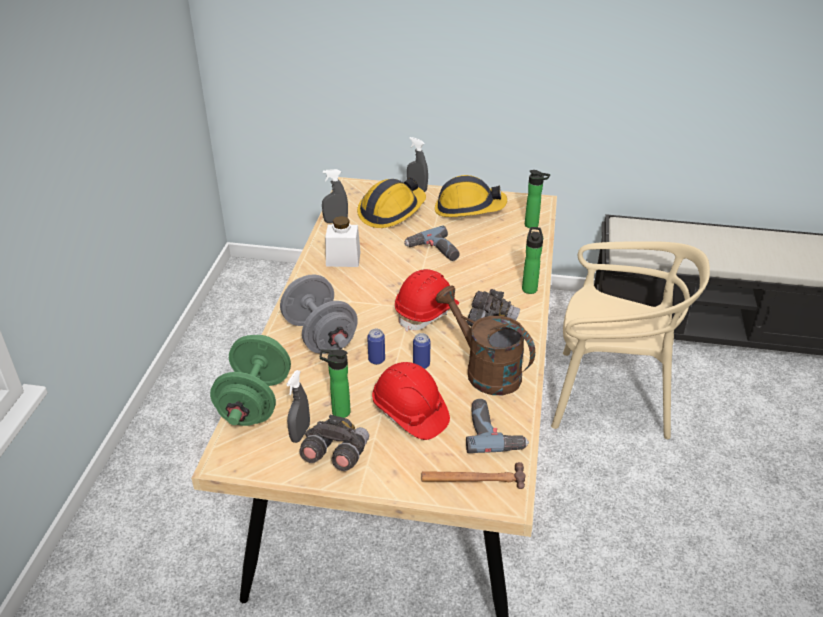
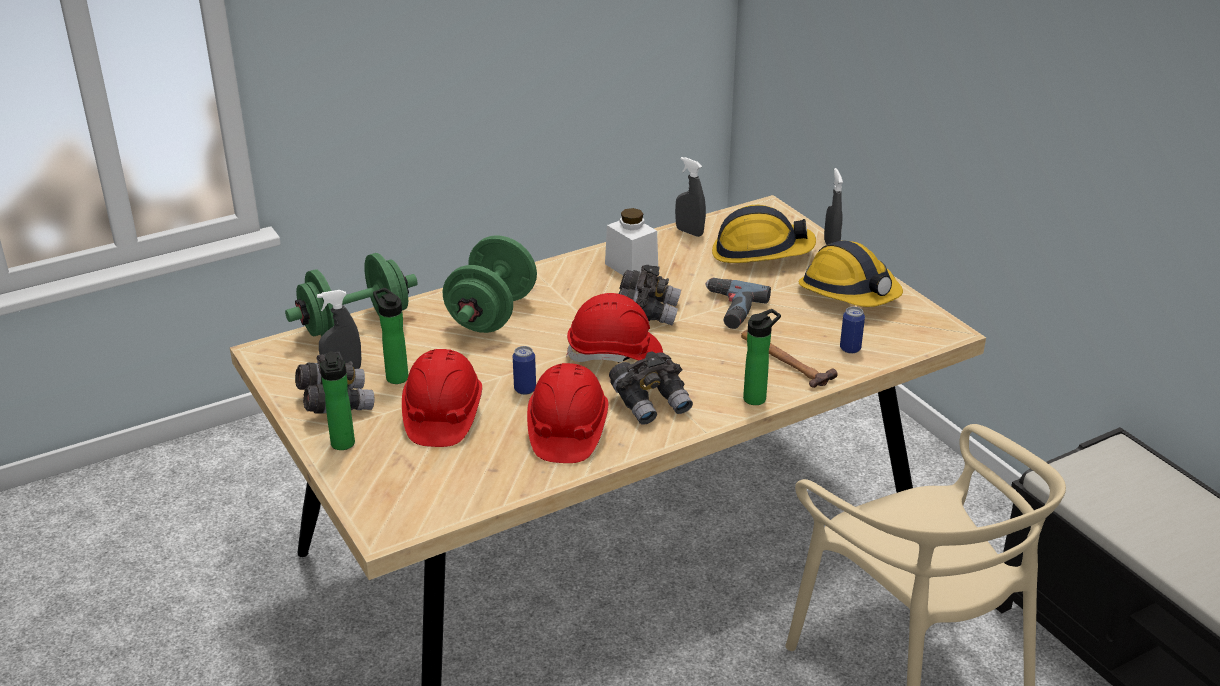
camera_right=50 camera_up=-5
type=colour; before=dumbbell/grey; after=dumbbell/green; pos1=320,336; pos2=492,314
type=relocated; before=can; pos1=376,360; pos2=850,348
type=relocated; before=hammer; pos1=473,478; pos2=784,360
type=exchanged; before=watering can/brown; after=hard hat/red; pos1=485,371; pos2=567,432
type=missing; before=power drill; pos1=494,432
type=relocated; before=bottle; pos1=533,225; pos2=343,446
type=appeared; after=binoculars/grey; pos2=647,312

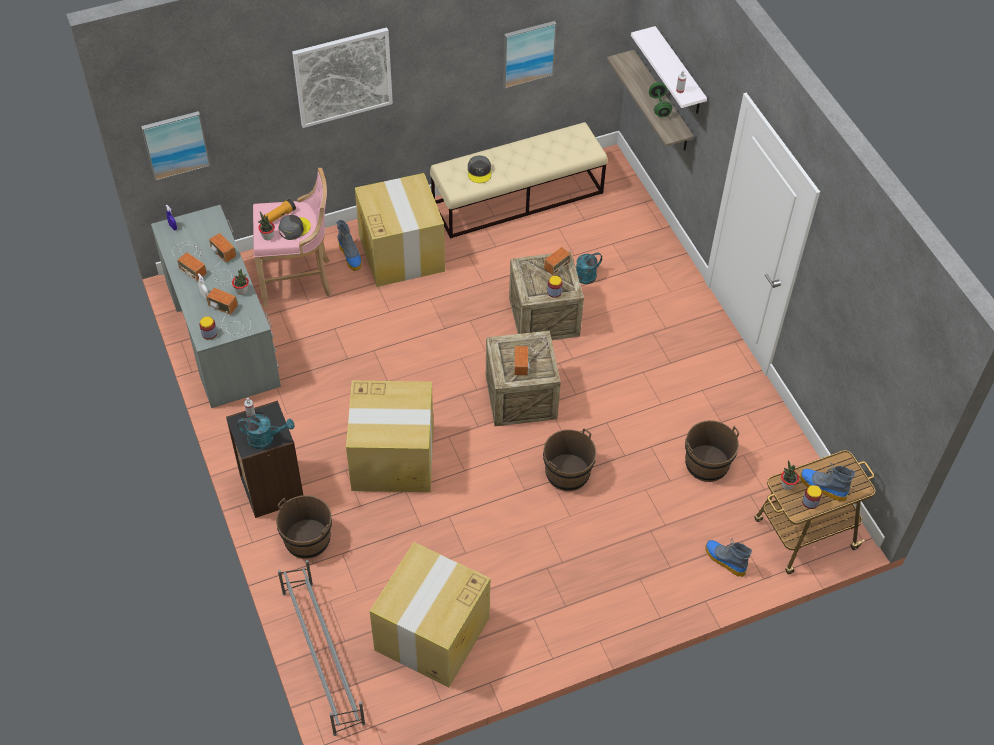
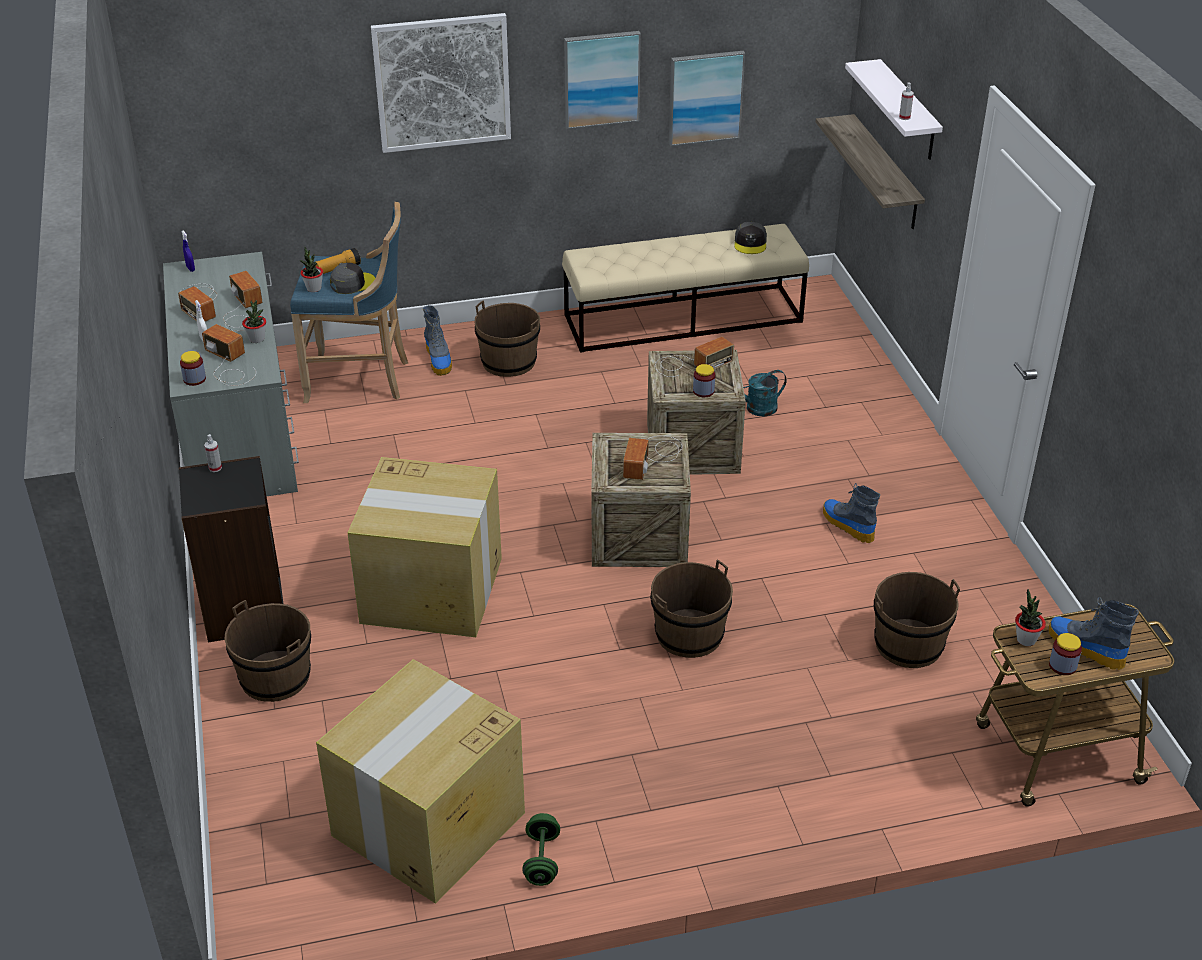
camera_right=10 camera_up=-15
type=relocated; before=picture; pos1=175,145; pos2=601,79
type=missing; before=watering can/turquoise; pos1=266,439
type=colour; before=stool/pink; after=stool/blue; pos1=299,280; pos2=361,379
type=missing; before=shoe rack/grey; pos1=323,656
type=exchanged; before=cardboard box; after=bucket/brown; pos1=401,252; pos2=509,362
type=relocated; before=cap/grey; pos1=479,171; pos2=750,243
type=relocated; before=dumbbell/green; pos1=659,106; pos2=542,860
type=relocated; before=boot; pos1=724,560; pos2=847,525

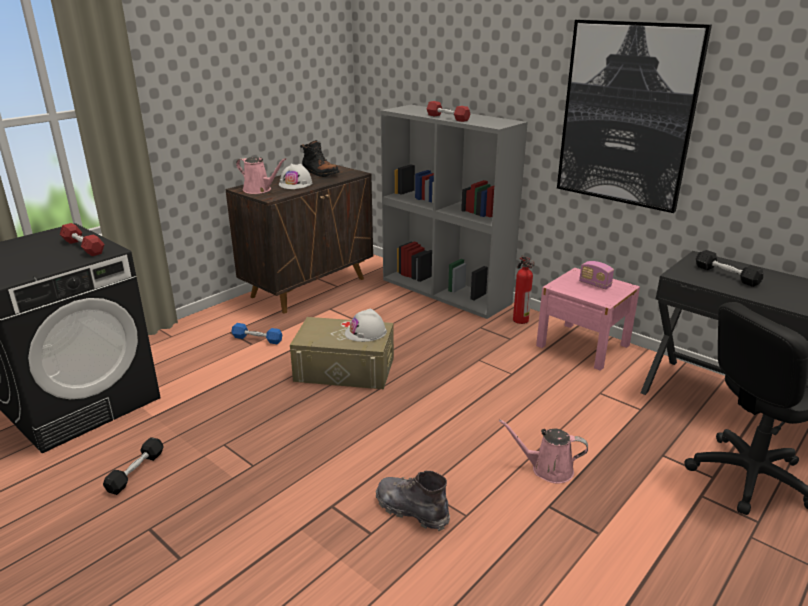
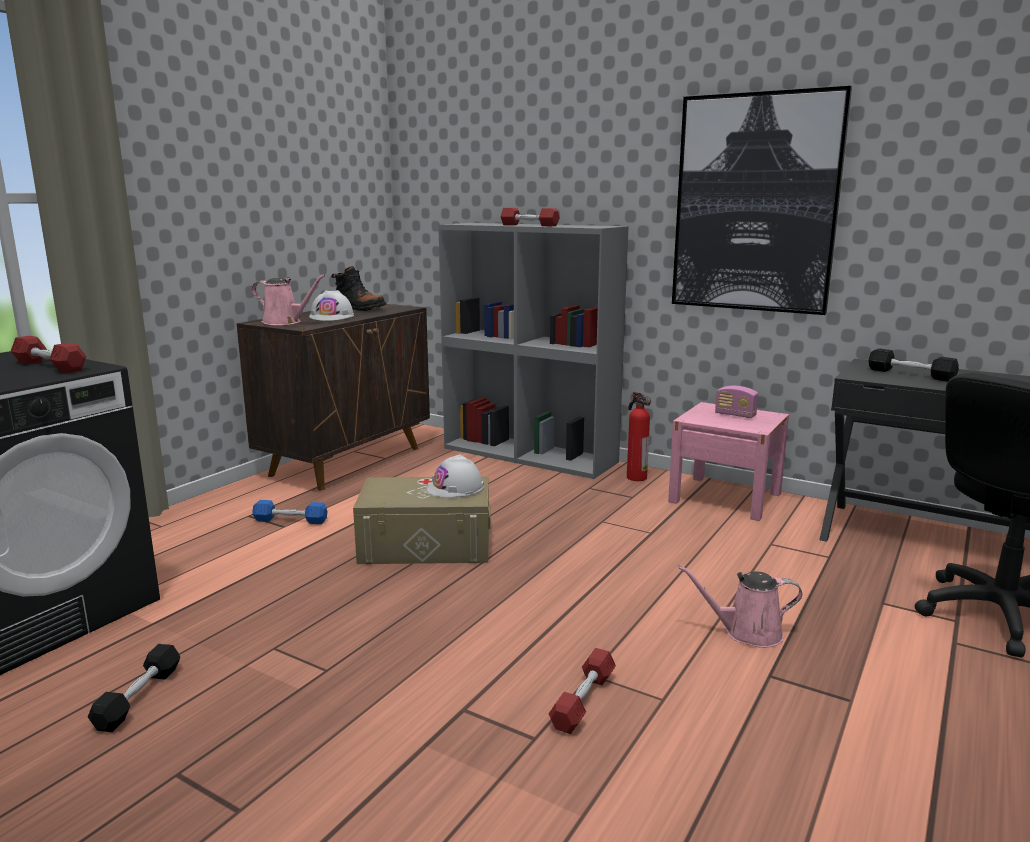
camera_right=-10 camera_up=-10
type=exchanged; before=boot/grey; after=dumbbell/red; pos1=411,510; pos2=583,701

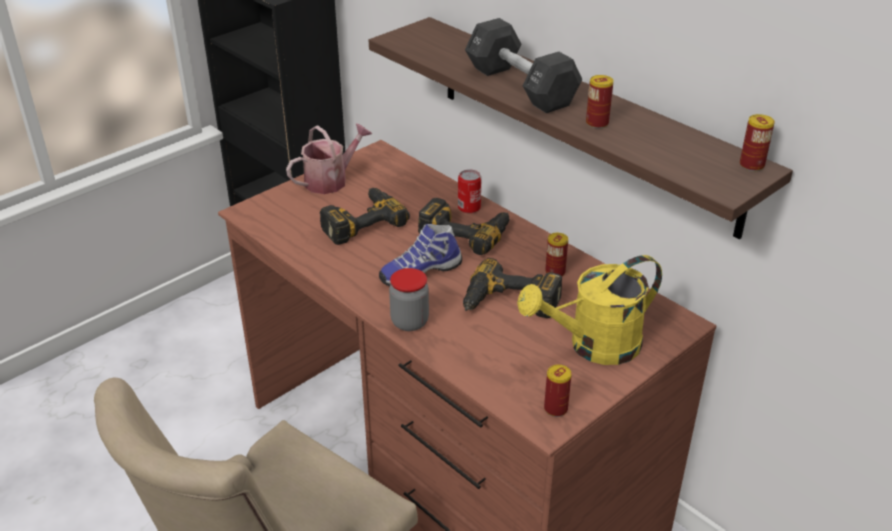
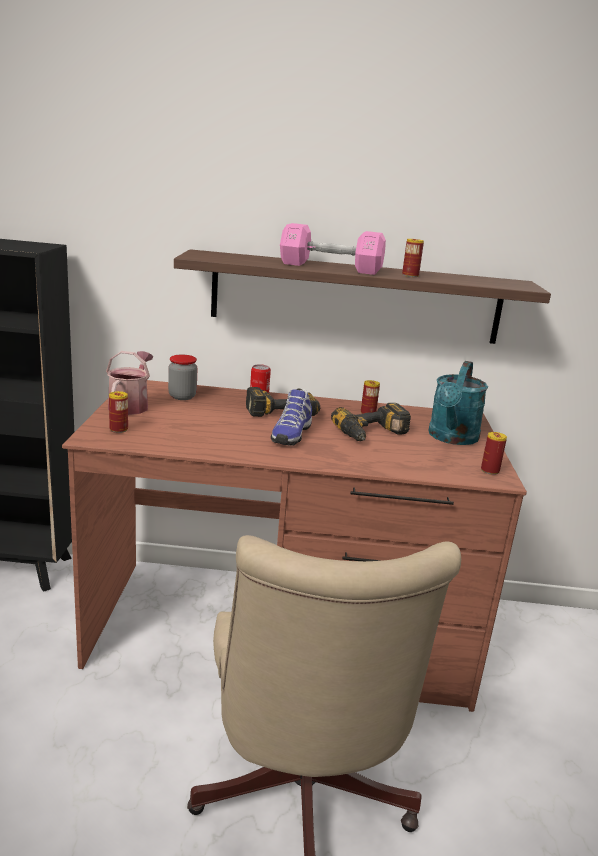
camera_right=-45 camera_up=-15
type=missing; before=power drill; pos1=360,221
type=relocated; before=jar; pos1=409,322; pos2=182,396
type=colour; before=dumbbell/black; after=dumbbell/pink; pos1=520,86; pos2=330,267
type=colour; before=watering can/yellow; after=watering can/turquoise; pos1=593,346; pos2=451,438
type=relocated; before=can; pos1=751,165; pos2=118,429

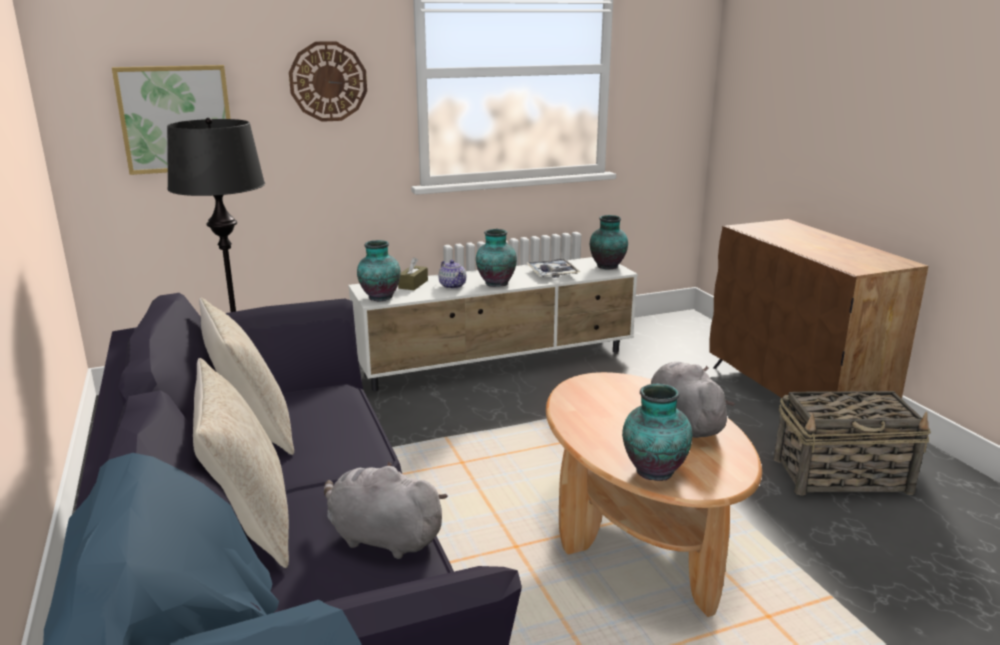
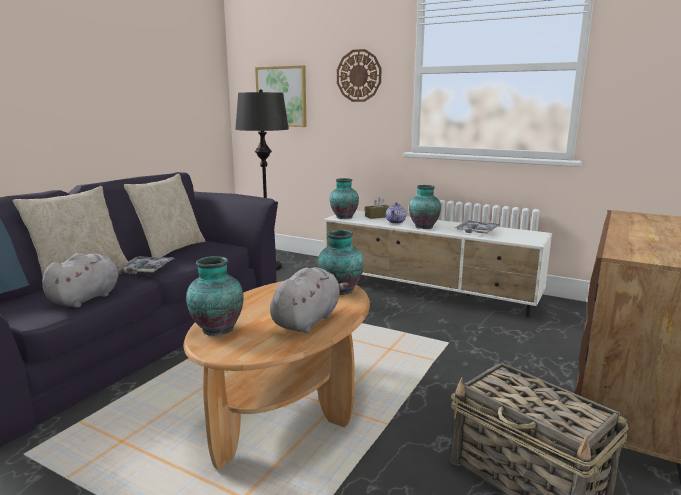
camera_right=50 camera_up=-5
type=spun; before=plush toy/grey; pos1=381,538; pos2=87,298; turn=45
type=relocated; before=vase; pos1=608,266; pos2=340,291
type=appeared; after=tray; pos2=146,270

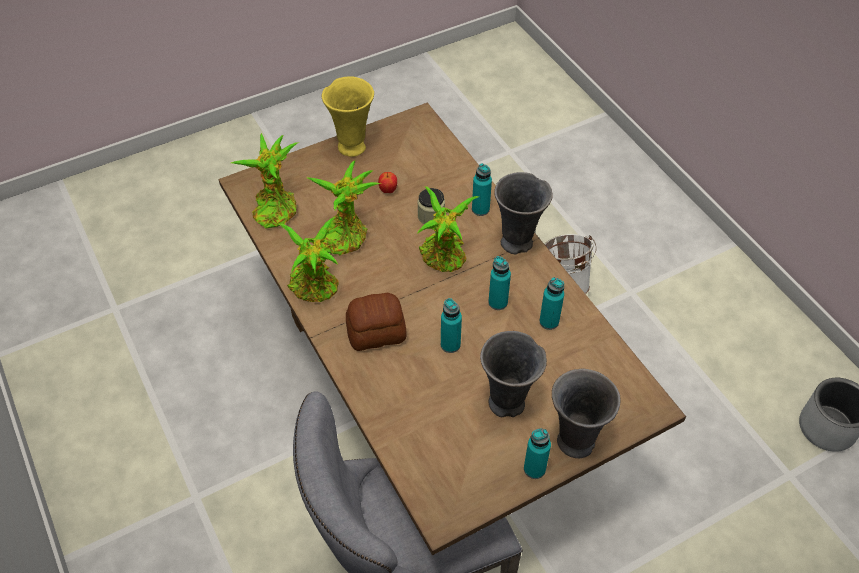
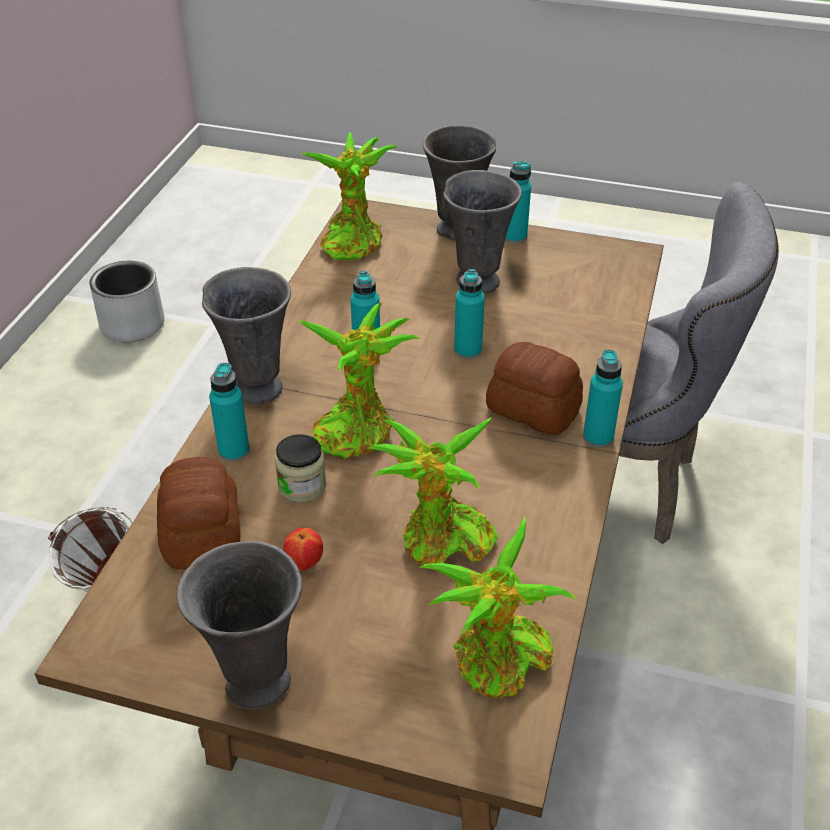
camera_right=-135 camera_up=-10
type=relocated; before=potted plant; pos1=316,287; pos2=352,240
type=colour; before=vase/yellow; after=vase/grey; pos1=352,146; pos2=255,684
type=relocated; before=bottle/turquoise; pos1=549,321; pos2=598,437
type=appeared; after=bread; pos2=203,533

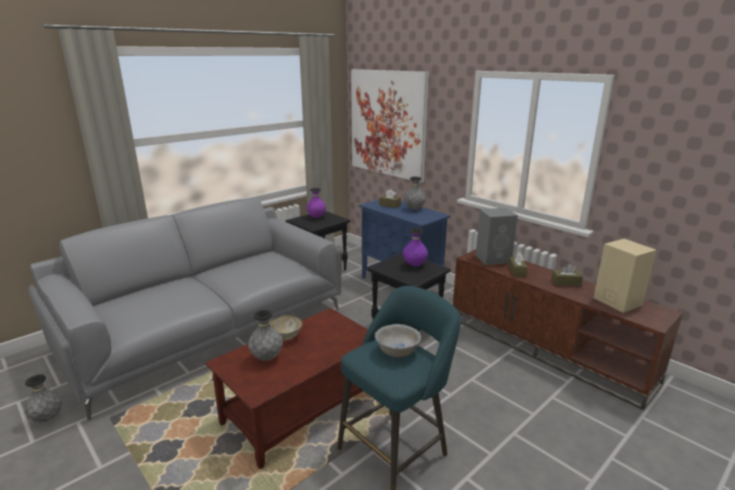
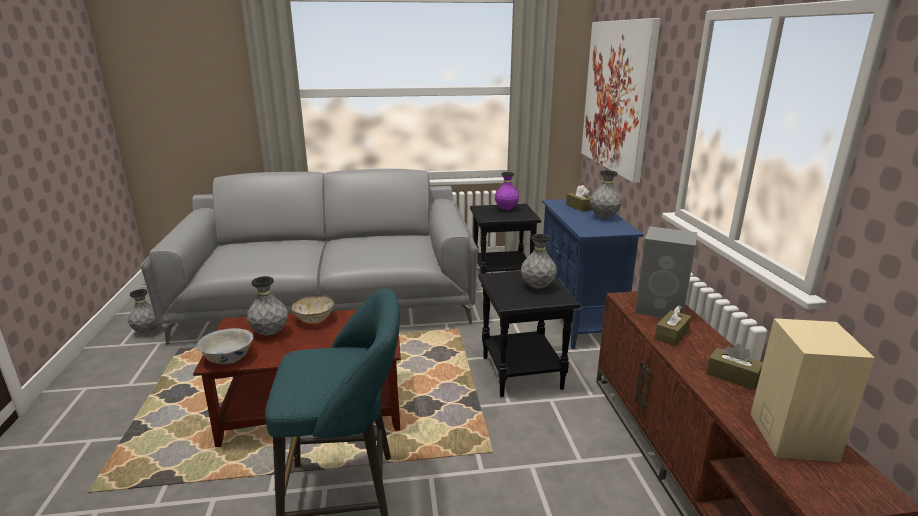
camera_right=35 camera_up=0
type=relocated; before=bowl/white; pos1=397,351; pos2=228,358
type=colour; before=vase/purple; after=vase/grey; pos1=414,265; pos2=537,287

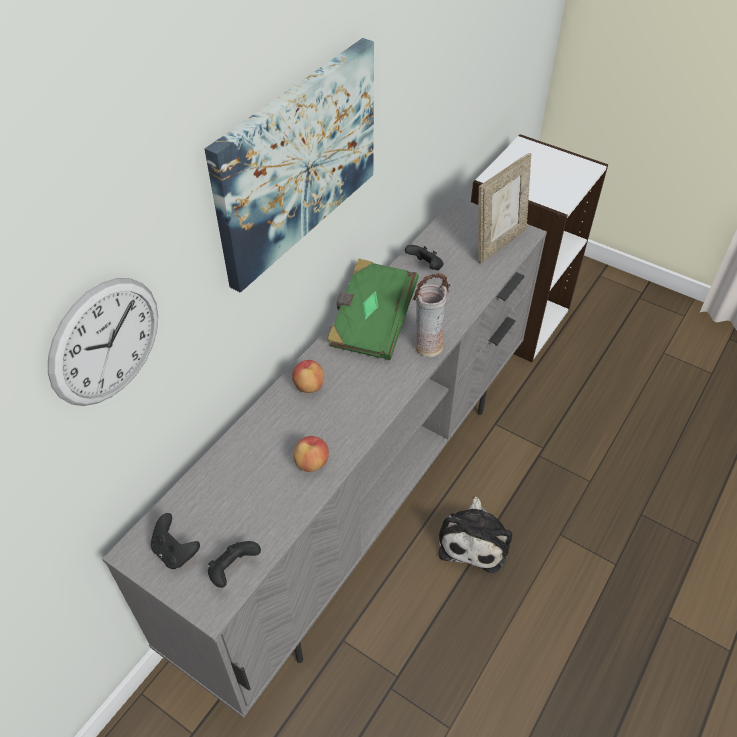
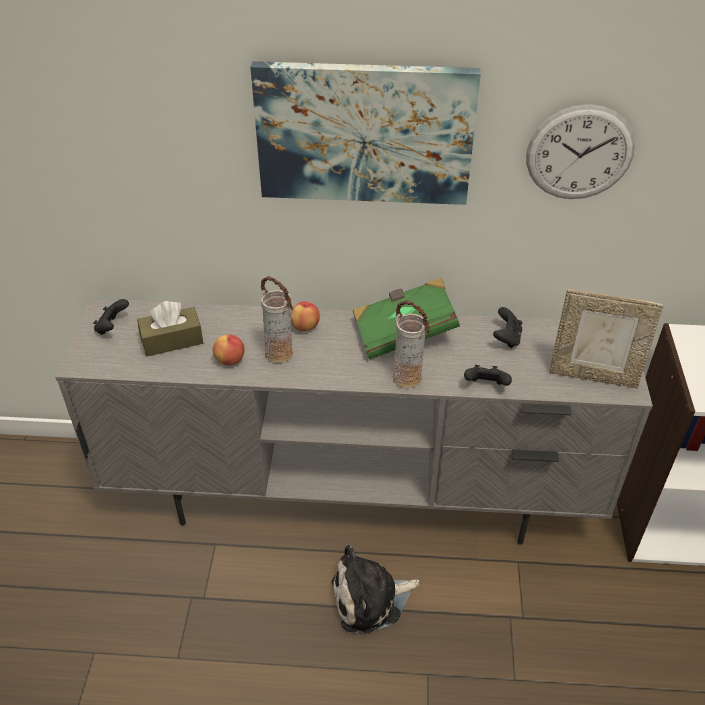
camera_right=60 camera_up=-5
type=relocated; before=wall clock; pos1=105,342; pos2=579,153
type=relocated; before=game controller/black; pos1=233,570; pos2=486,386
type=appeared; after=tissue box/brown; pos2=172,340
type=appeared; after=vase; pos2=280,353

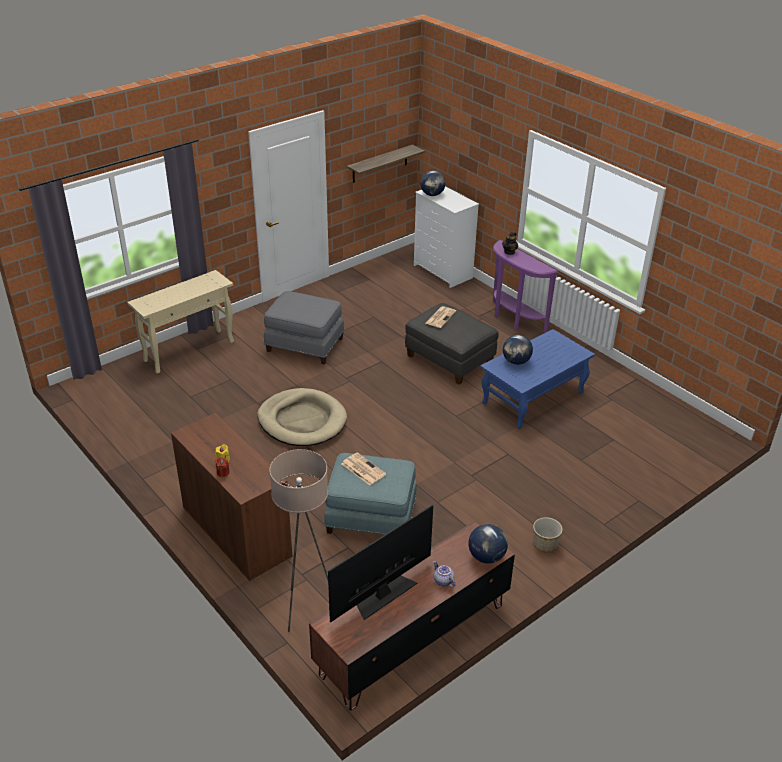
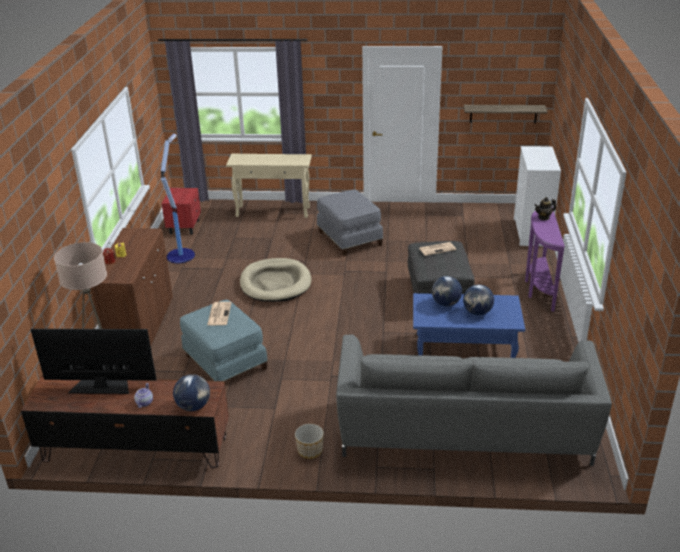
camera_right=45 camera_up=-5
type=relocated; before=globe; pos1=432,195; pos2=477,312
type=appeared; after=floor lamp; pos2=181,255
type=appeared; after=nightstand/red; pos2=184,227
type=appeared; after=sofa/grey; pos2=464,432

